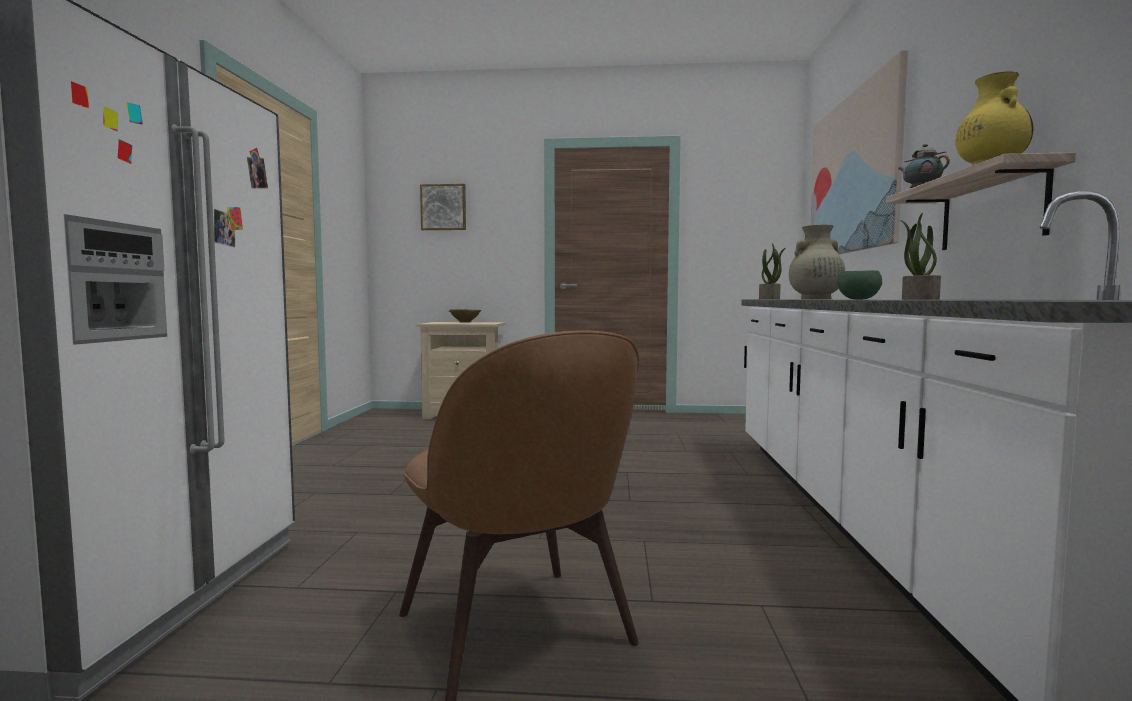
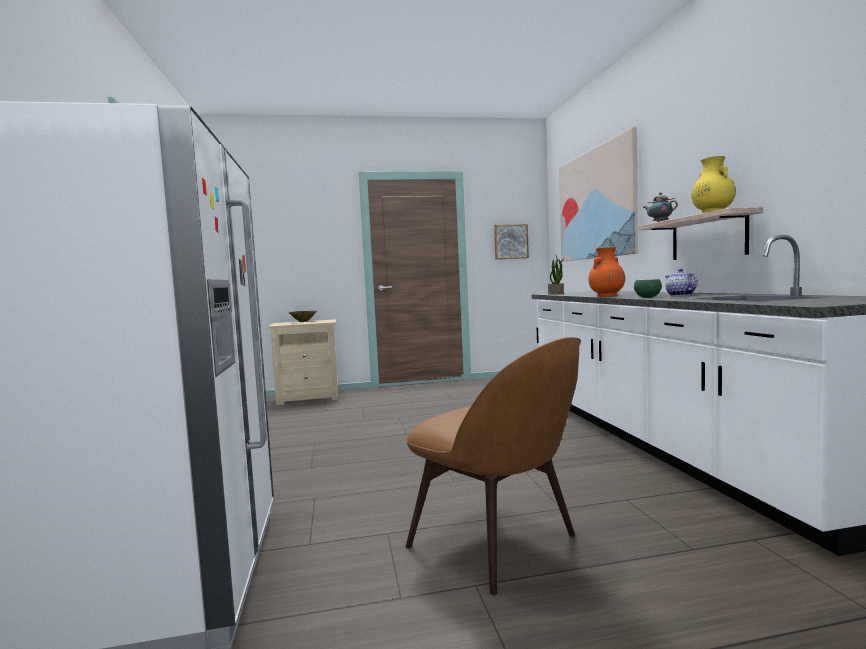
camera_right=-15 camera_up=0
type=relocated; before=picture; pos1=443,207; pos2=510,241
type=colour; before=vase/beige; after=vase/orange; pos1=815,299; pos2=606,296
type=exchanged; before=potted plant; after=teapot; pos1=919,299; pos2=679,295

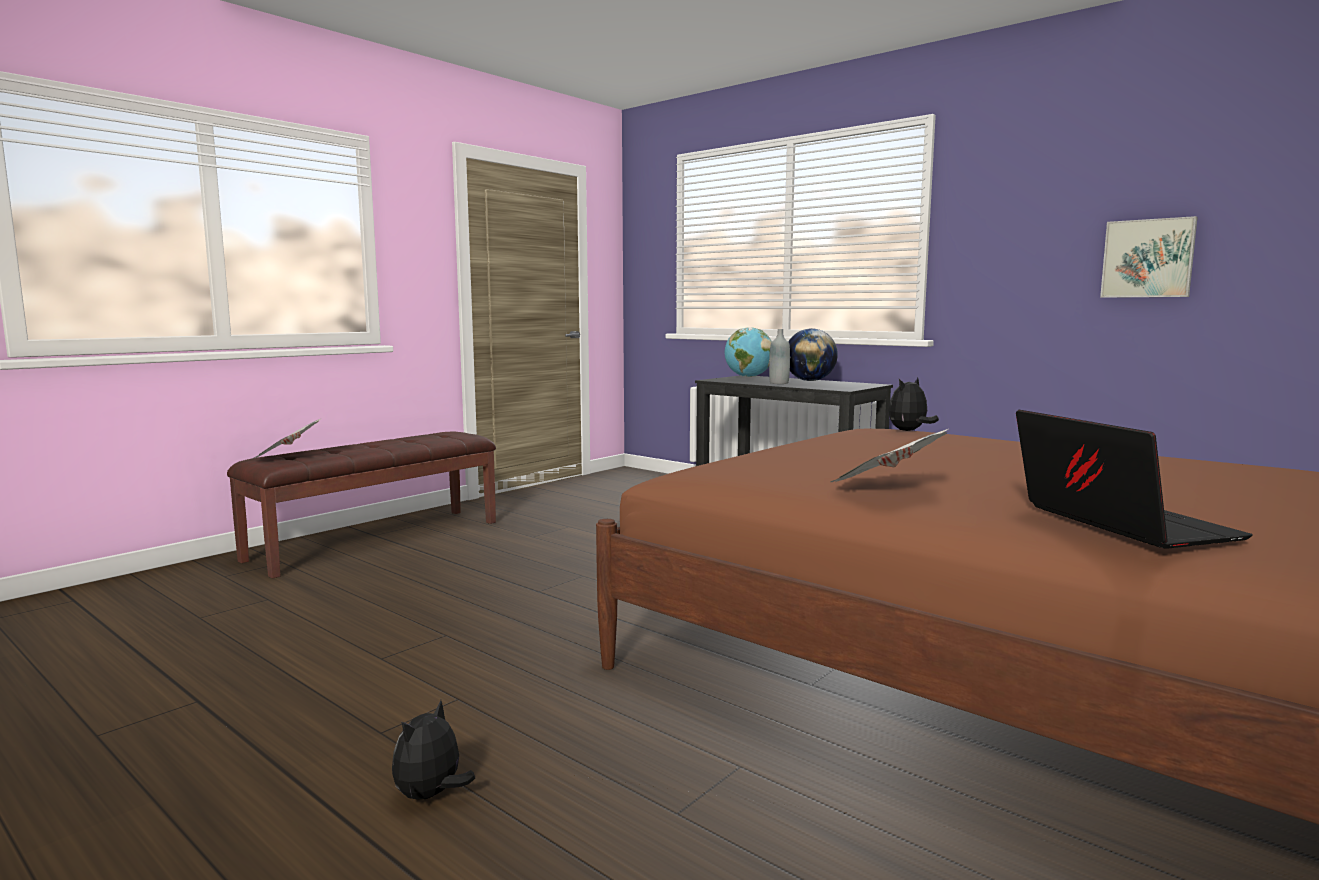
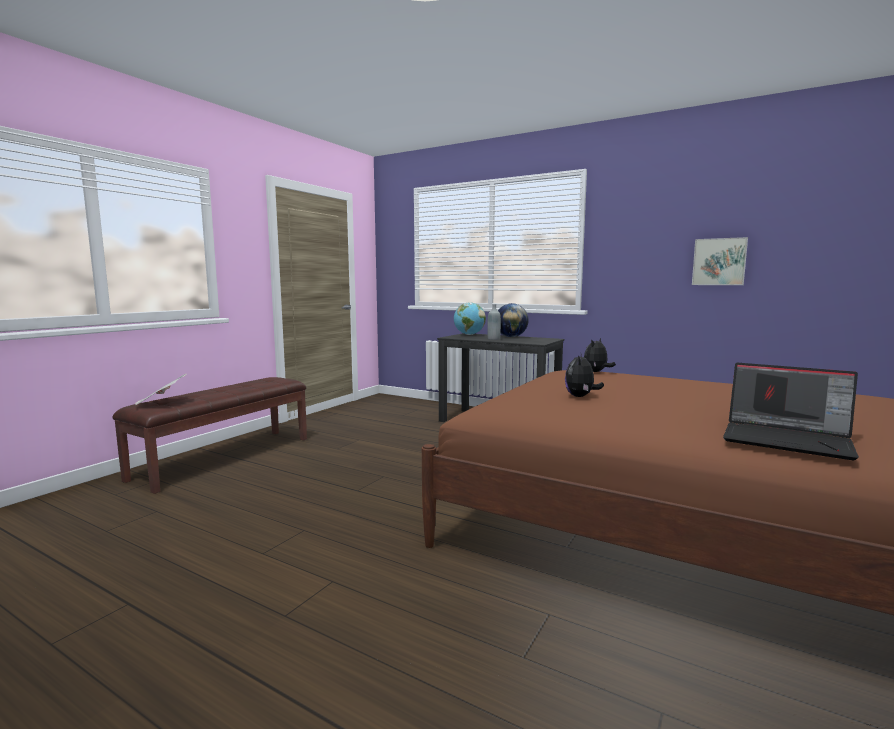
camera_right=-10 camera_up=0
type=relocated; before=plush toy; pos1=431,795; pos2=581,396
type=missing; before=newspaper; pos1=885,488
type=spun; before=laptop; pos1=1117,524; pos2=788,440; turn=150

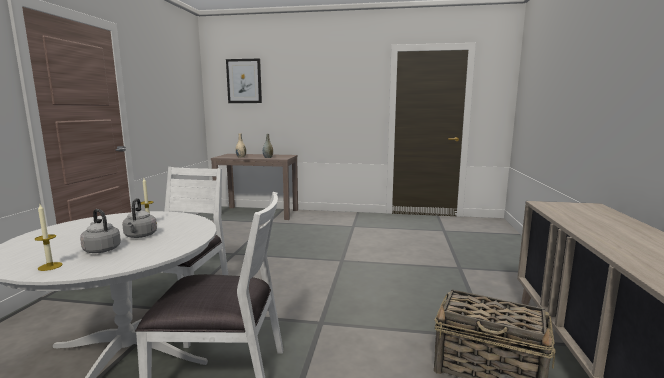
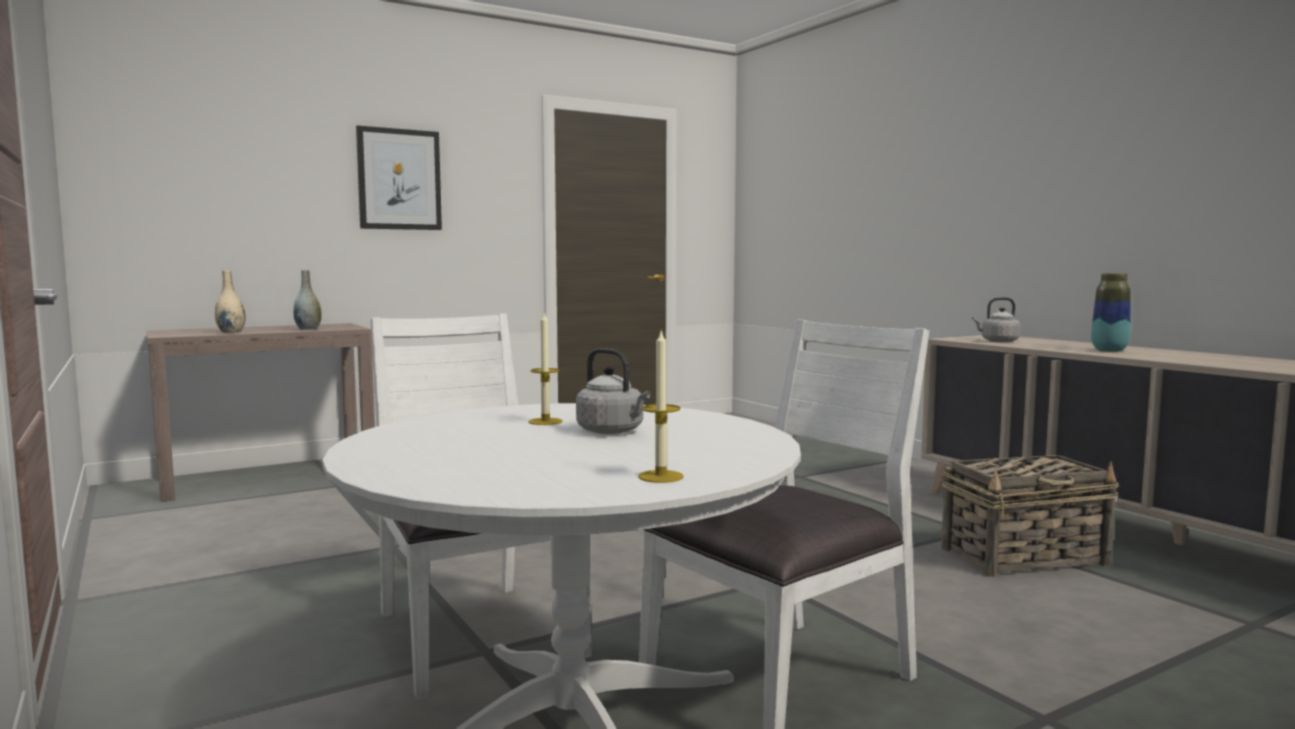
camera_right=-40 camera_up=-5
type=relocated; before=kettle/grey; pos1=101,249; pos2=998,341
type=relocated; before=picture; pos1=244,81; pos2=399,179
type=appeared; after=vase; pos2=1109,350

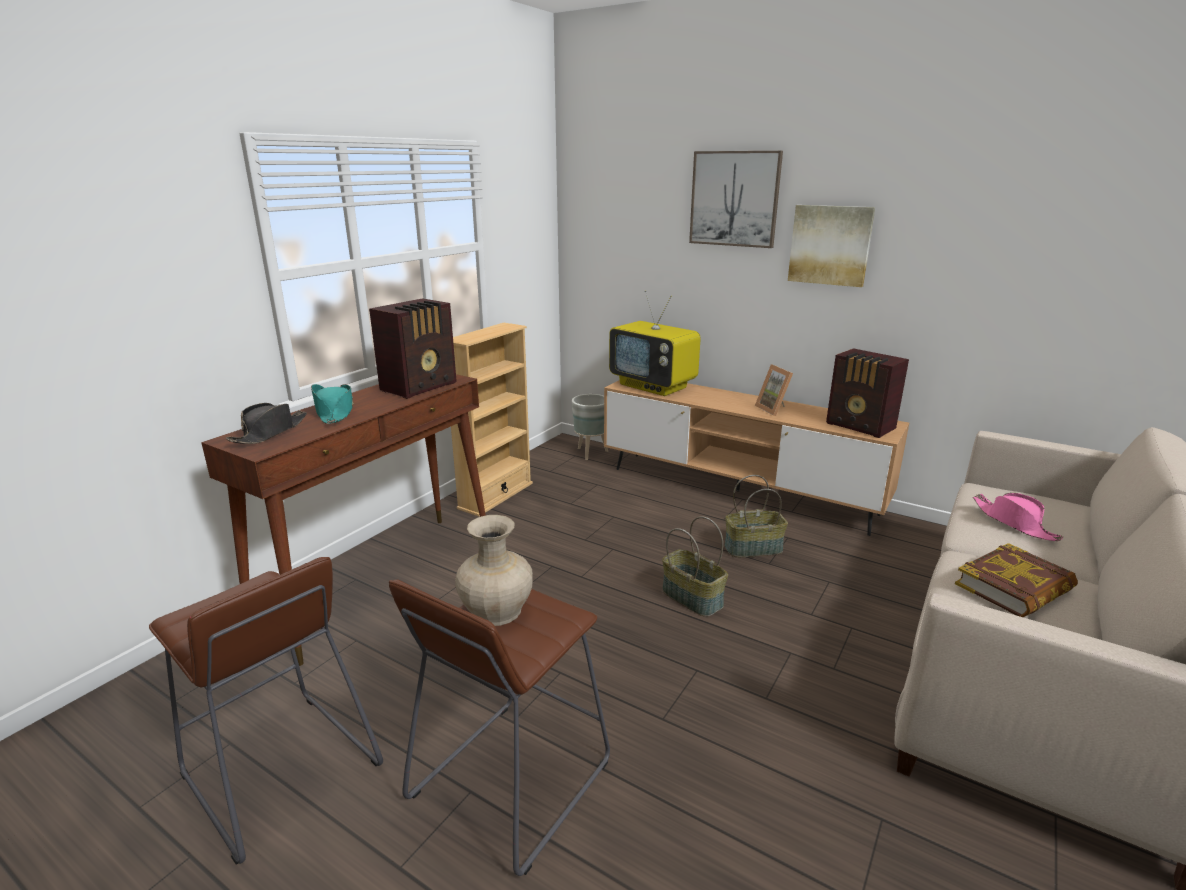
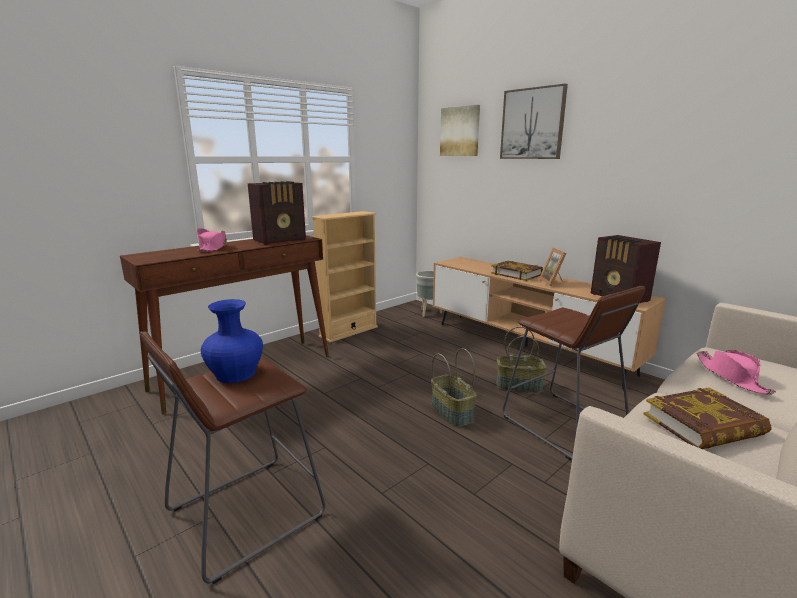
camera_right=15 camera_up=-5
type=relocated; before=stool/brown; pos1=281,771; pos2=562,424
type=missing; before=hat/black; pos1=270,432
type=colour; before=hat/turquoise; after=hat/pink; pos1=334,412; pos2=213,248
type=colour; before=vase/beige; after=vase/blue; pos1=497,610; pos2=236,374
type=missing; before=television; pos1=654,386
type=relocated; before=picture; pos1=830,245; pos2=460,131
type=appeared; after=book; pos2=516,274

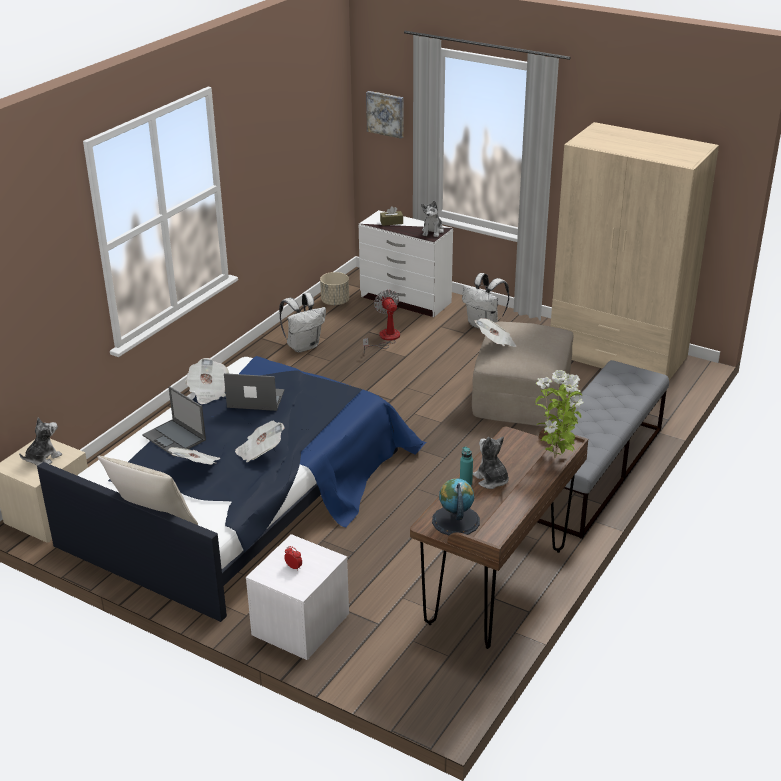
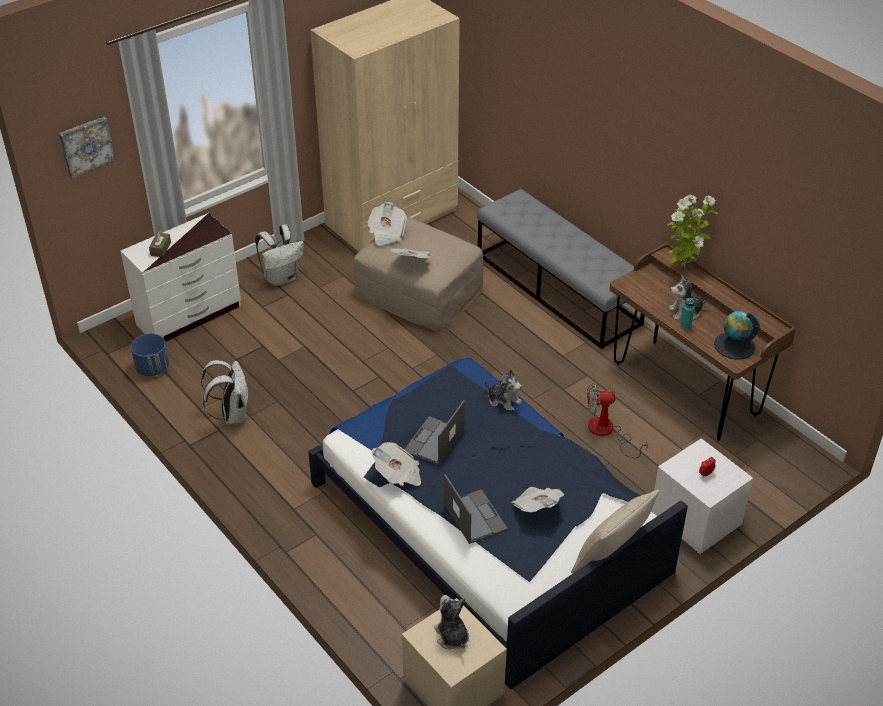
camera_right=-70 camera_up=10
type=spun; before=laptop; pos1=175,438; pos2=474,516; turn=-90
type=relocated; before=newspaper; pos1=260,452; pos2=386,233
type=colour; before=planter/beige; after=planter/blue; pos1=335,302; pos2=153,368
type=relocated; before=fan; pos1=385,339; pos2=607,432
type=relocated; before=plush toy; pos1=432,231; pos2=503,401

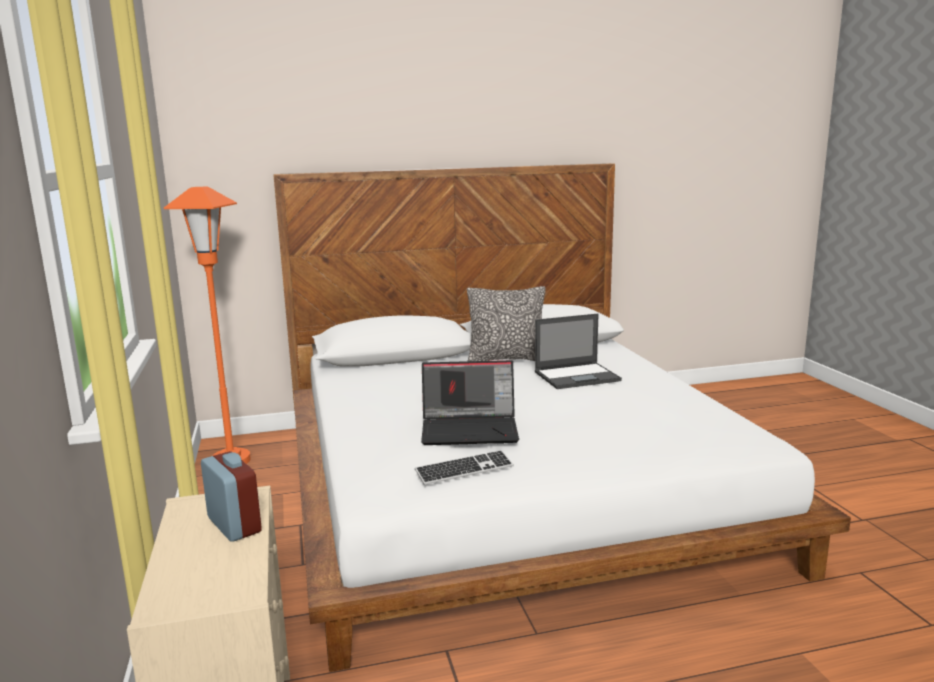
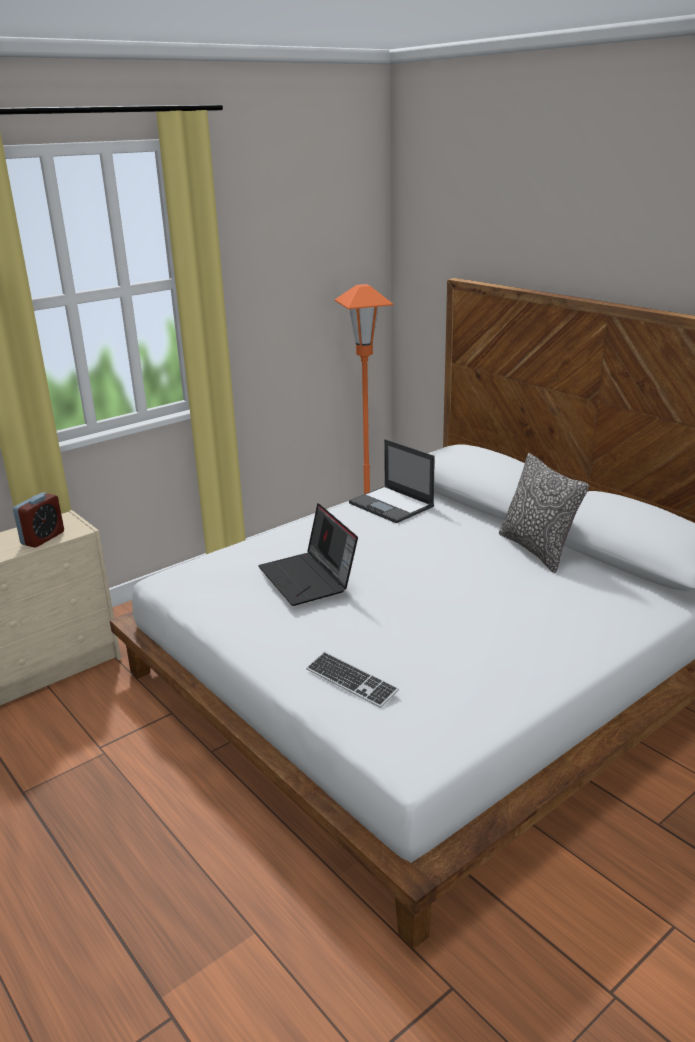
camera_right=65 camera_up=10
type=relocated; before=keyboard; pos1=464,470; pos2=351,681
type=relocated; before=laptop; pos1=578,376; pos2=392,505

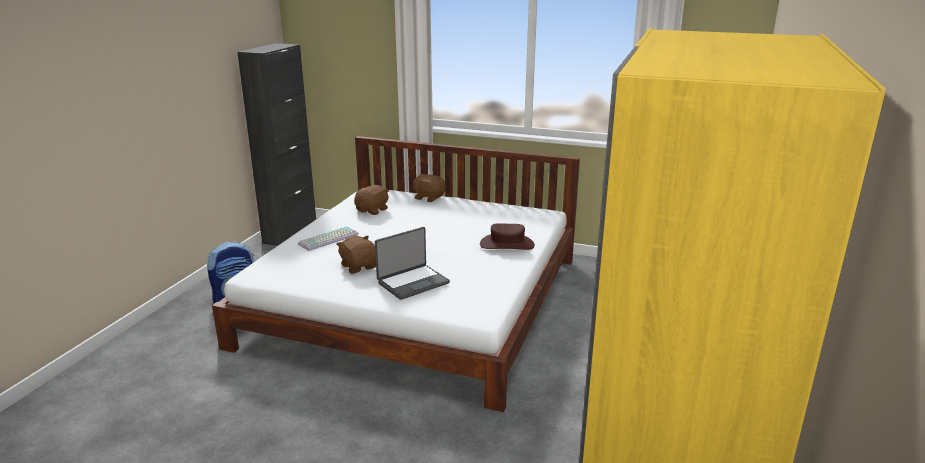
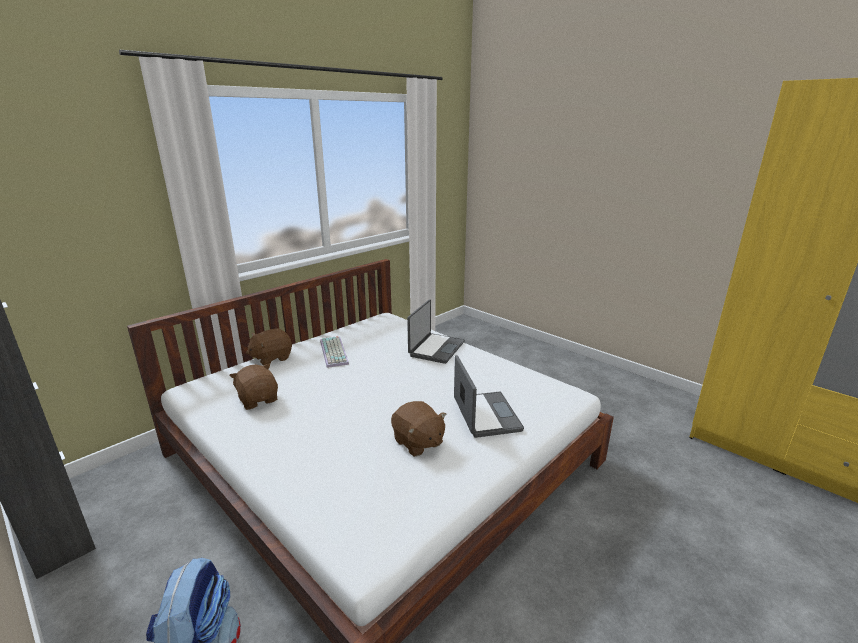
camera_right=-65 camera_up=0
type=relocated; before=keyboard; pos1=328,240; pos2=335,352
type=spun; before=plush toy/brown; pos1=359,266; pos2=418,442; turn=-120
type=exchanged; before=hat/brown; after=laptop; pos1=507,244; pos2=436,349

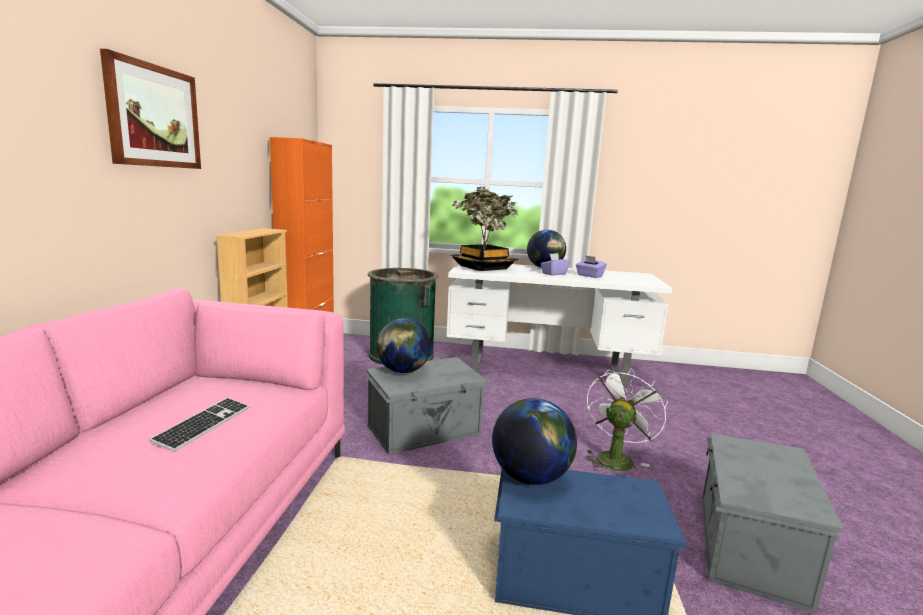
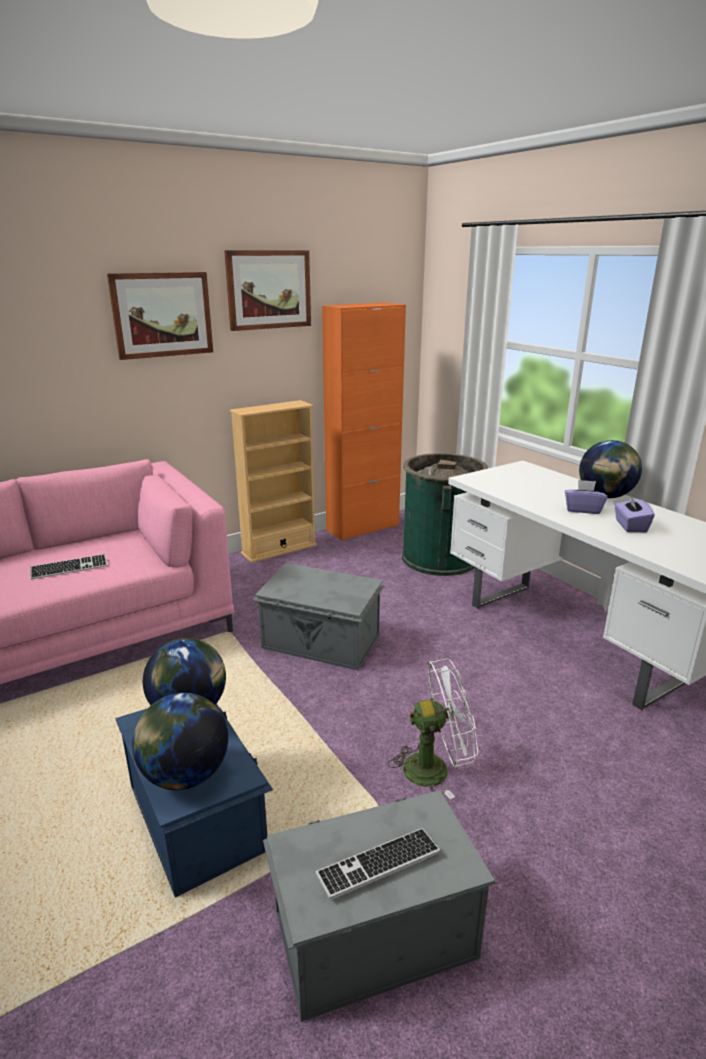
camera_right=50 camera_up=10
type=relocated; before=globe; pos1=403,371; pos2=185,775
type=missing; before=potted plant; pos1=483,267
type=appeared; after=picture; pos2=268,289
type=appeared; after=keyboard; pos2=378,864

